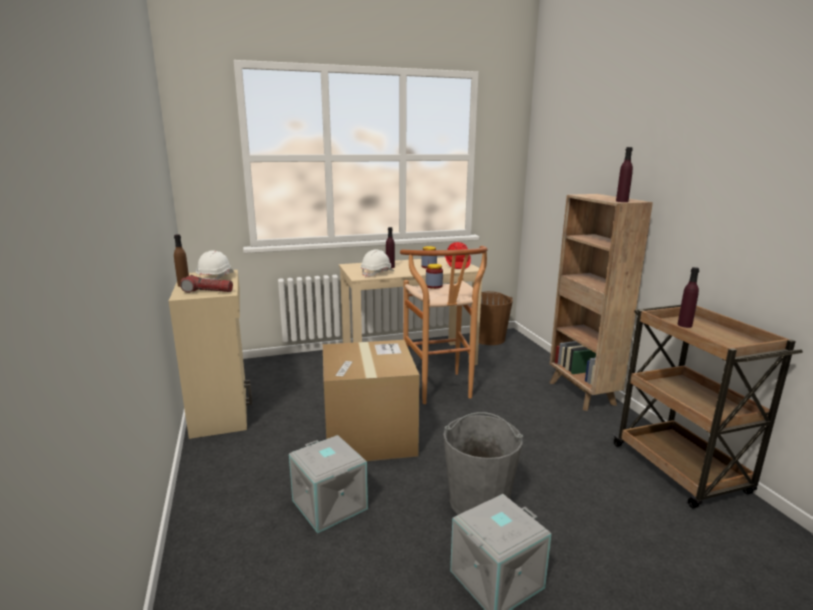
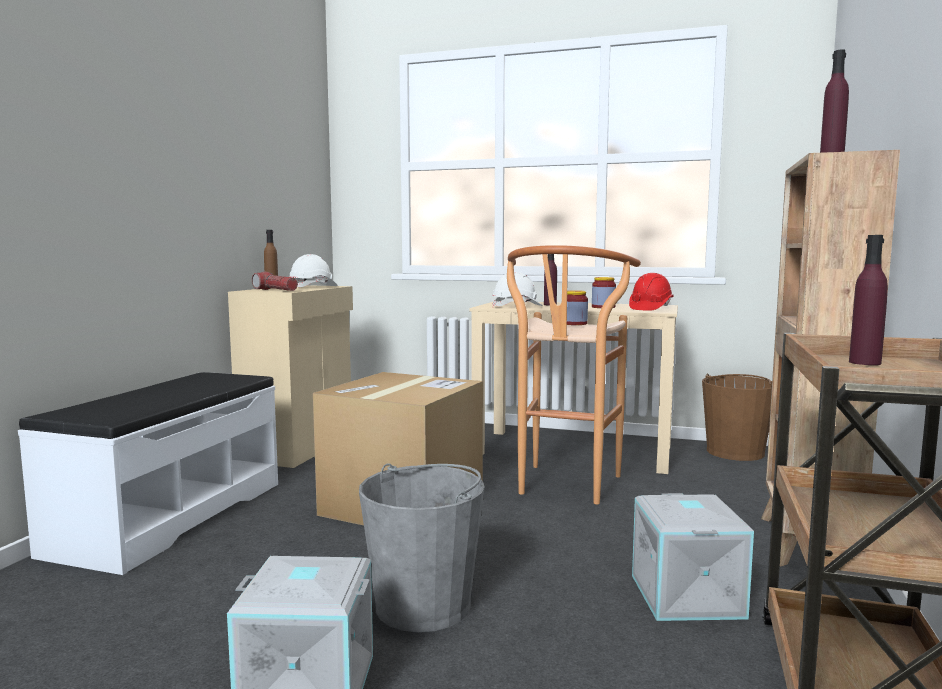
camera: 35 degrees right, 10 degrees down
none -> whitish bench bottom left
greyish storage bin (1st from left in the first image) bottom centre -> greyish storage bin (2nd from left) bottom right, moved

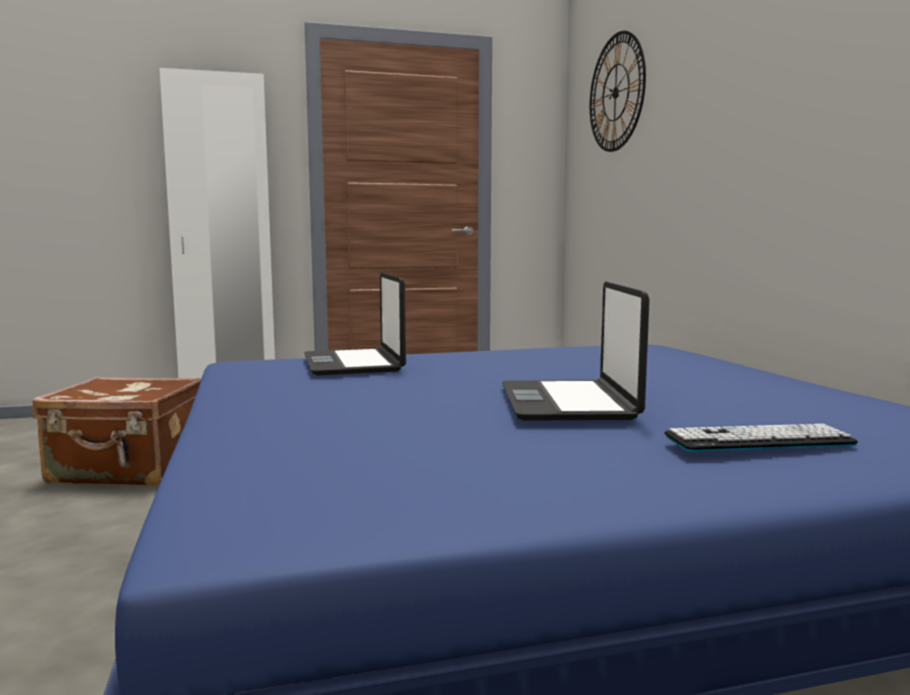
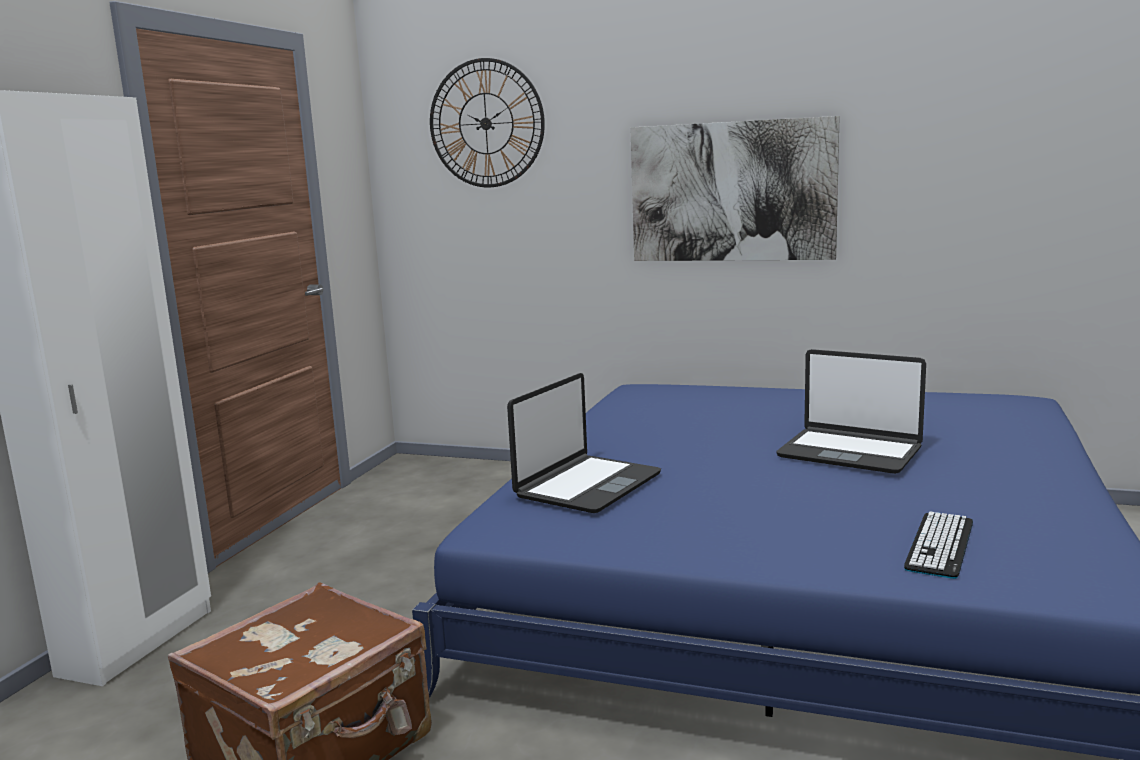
camera: 55 degrees left, 5 degrees up
portable computer (1st from left) centre, 75 degrees counterclockwise
none -> picture top centre
PC keyboard middle right -> PC keyboard bottom right, moved

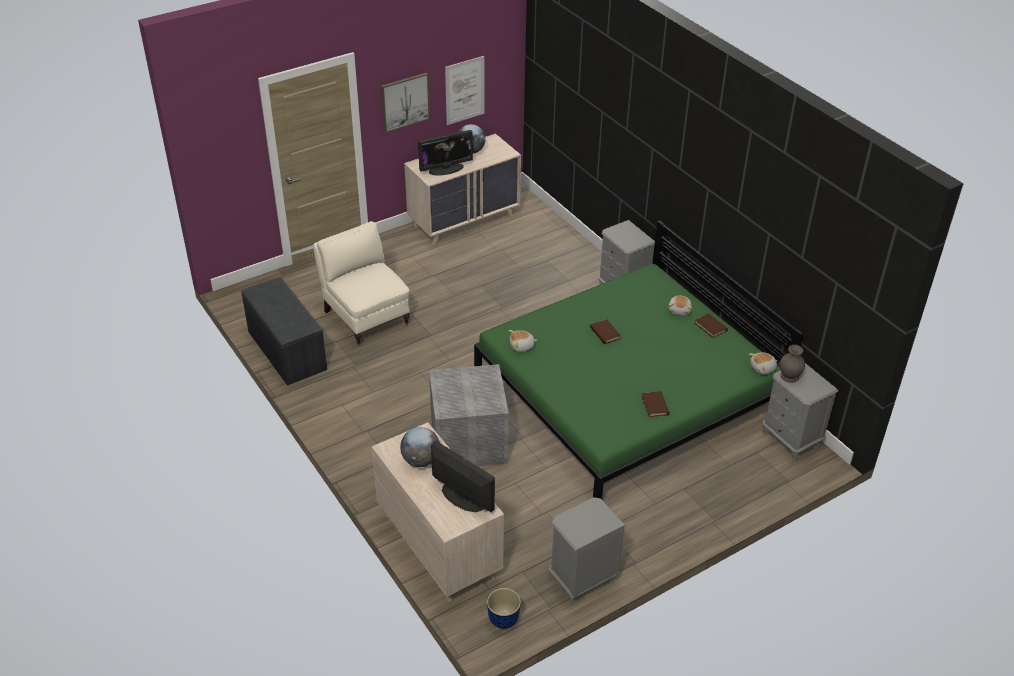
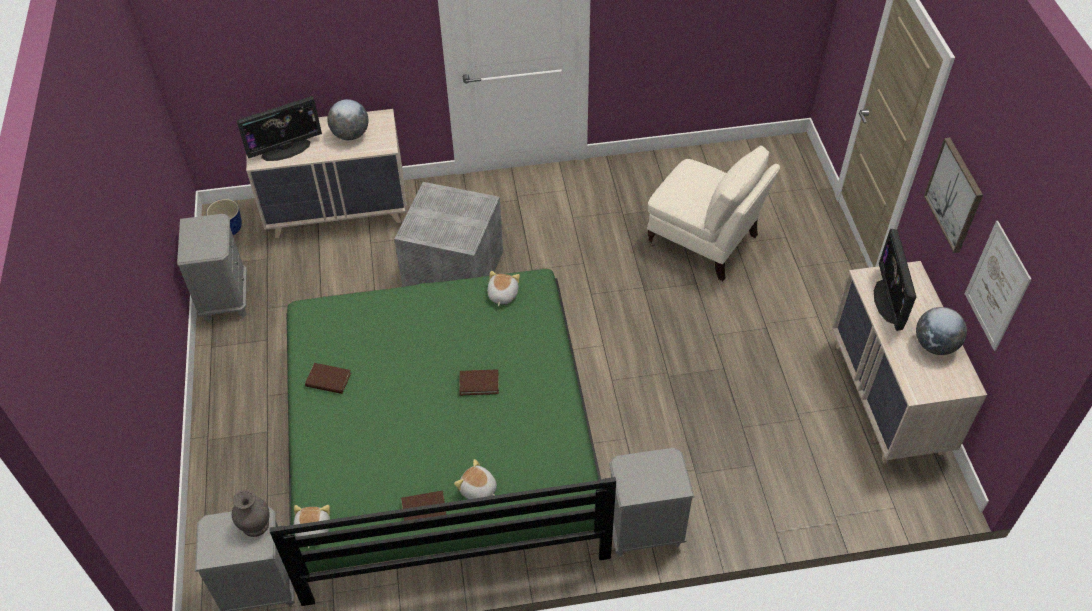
camera: 115 degrees right, 10 degrees up
sand-coloured easy chair centre, 45 degrees clockwise
greyish bench middle left -> none

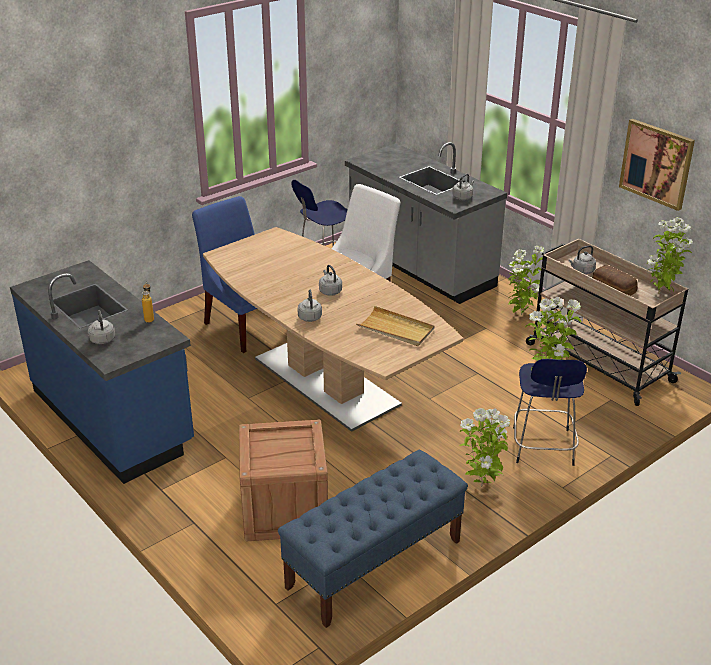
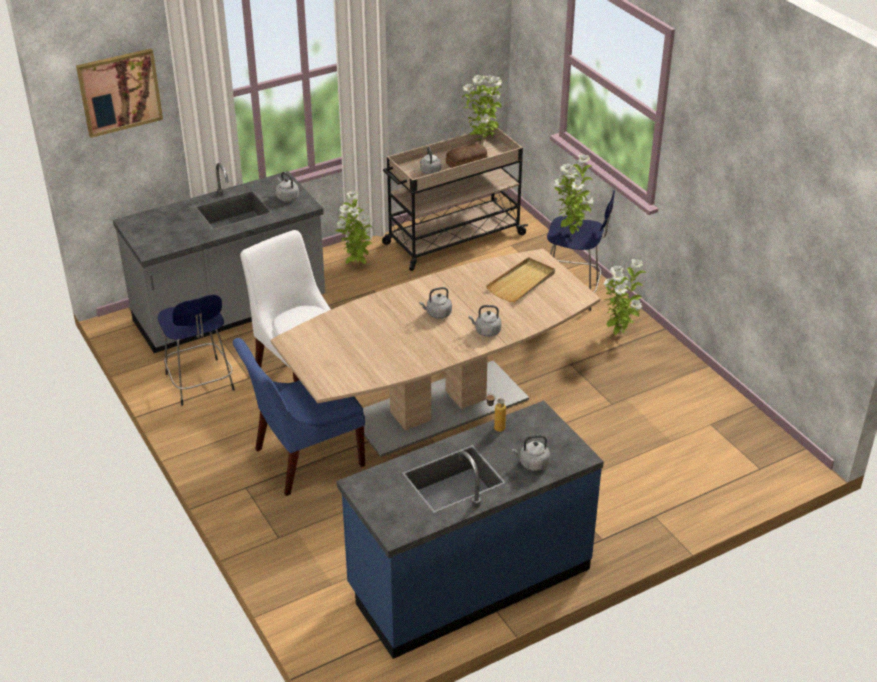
camera: 80 degrees left, 5 degrees up
picture top right -> picture top left, moved
packing crate bottom centre -> none
bluish bench bottom centre -> none

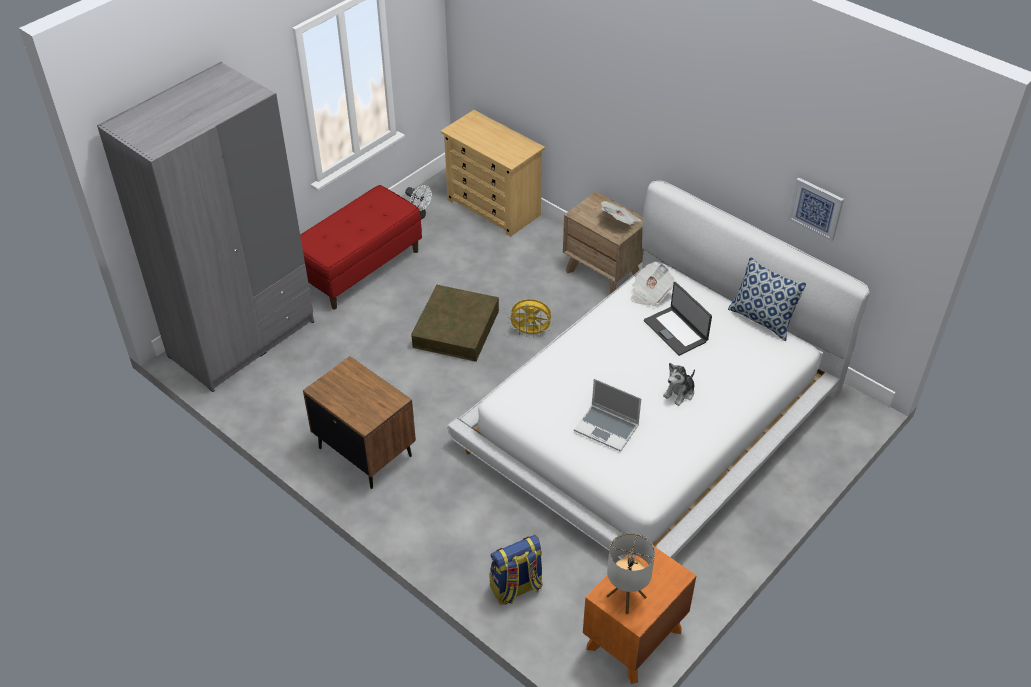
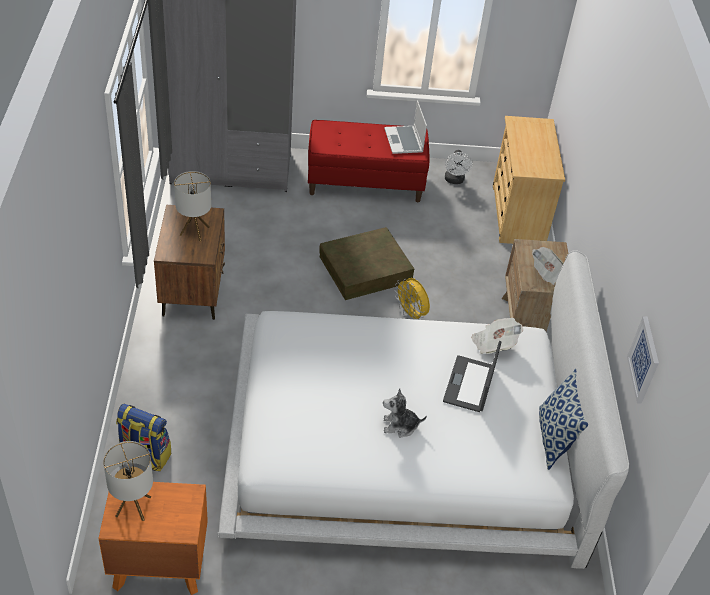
camera: 45 degrees right, 0 degrees up
none -> lamp for a table (2nd from left) middle left
portable computer (1st from left) centre -> portable computer (1st from left) top centre, moved

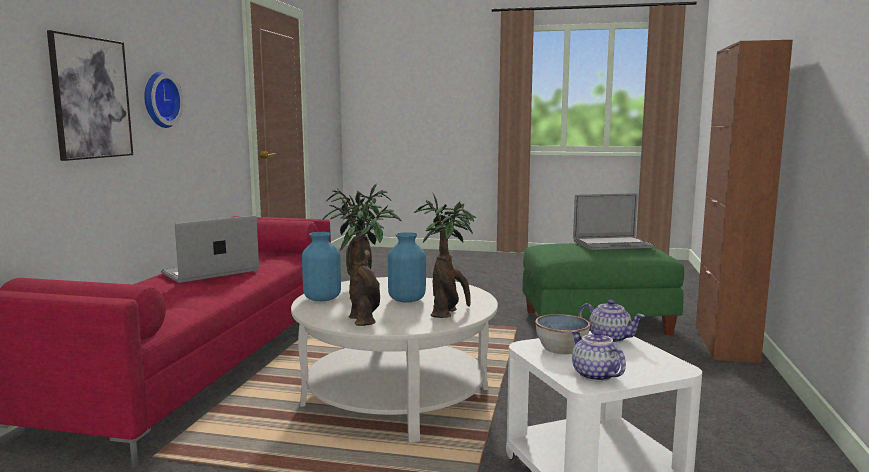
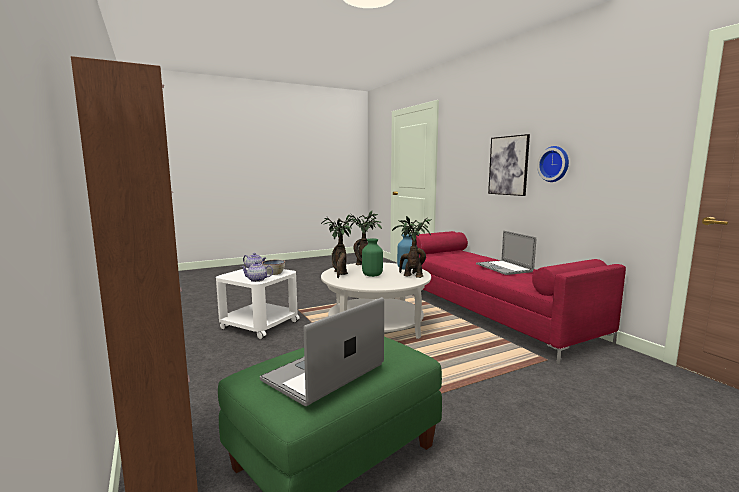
camera: 140 degrees right, 0 degrees up
bluish vase (2nd from left) centre -> green-coloured vase centre
portable computer (1st from left in the first image) middle left -> portable computer (2nd from left) middle right, 150 degrees clockwise

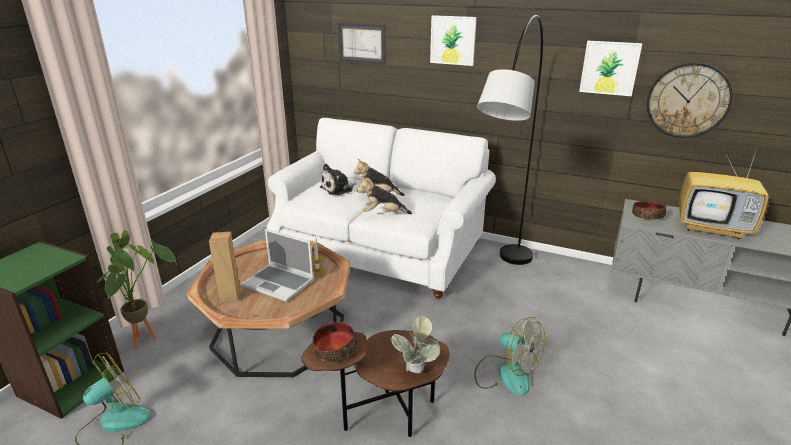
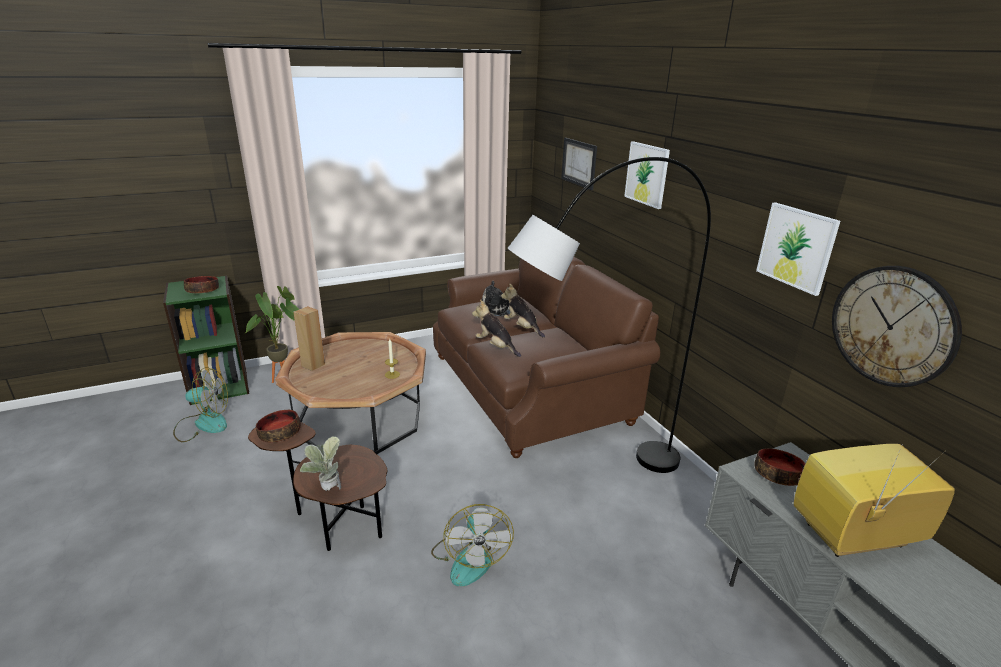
camera: 40 degrees right, 0 degrees up
none -> serving bowl (1st from left) middle left
whitish couch centre -> brown couch centre
TV set middle right -> TV set bottom right, 105 degrees clockwise
portable computer centre -> none

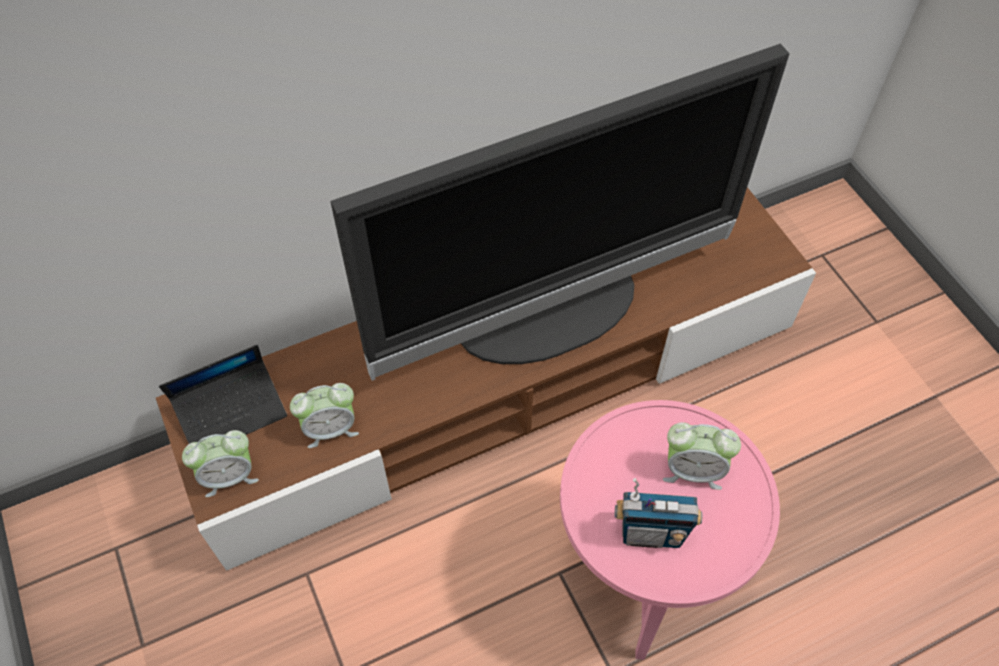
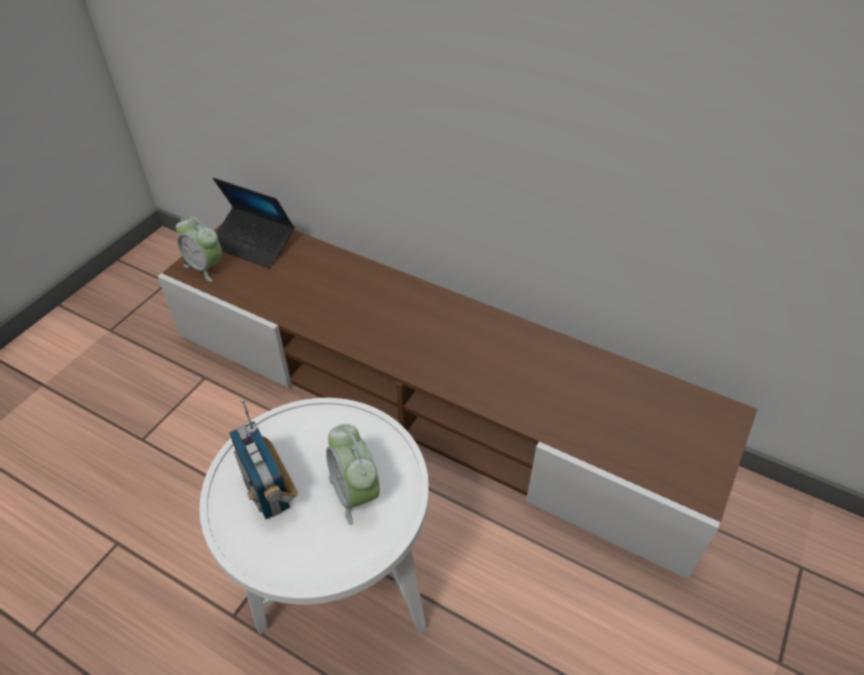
camera: 55 degrees right, 10 degrees down
pink-coloured end table bottom right -> whitish end table bottom centre
alarm clock (2nd from left) middle left -> none
TV set top centre -> none

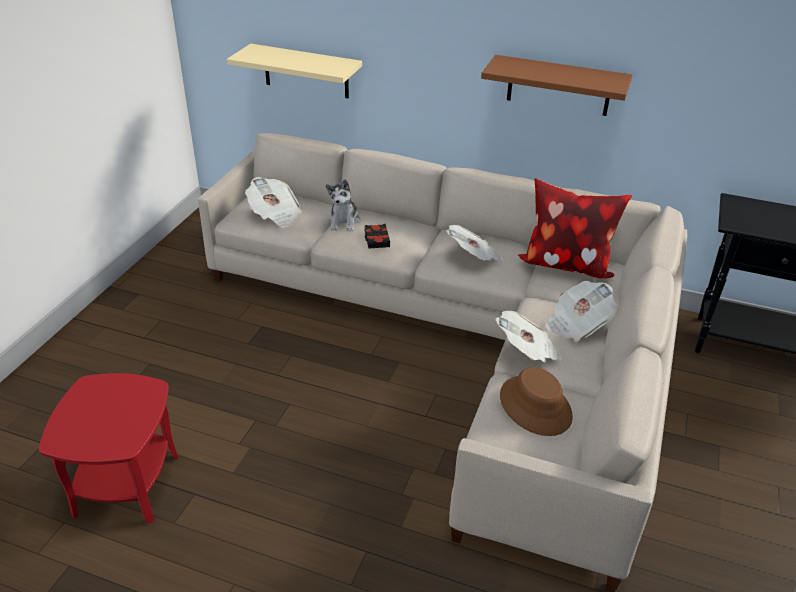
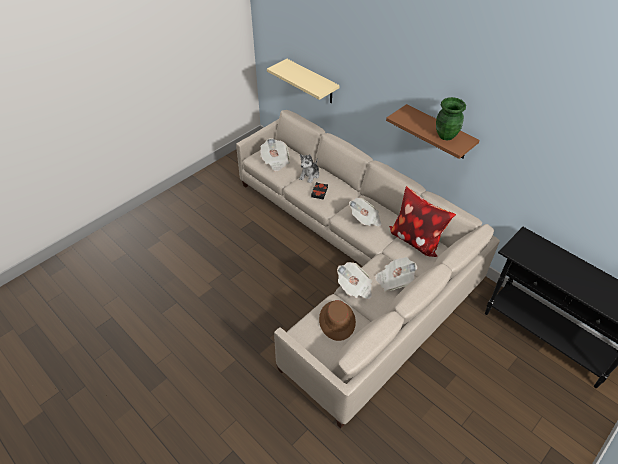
camera: 25 degrees right, 10 degrees up
none -> green-coloured vase top right
red end table bottom left -> none

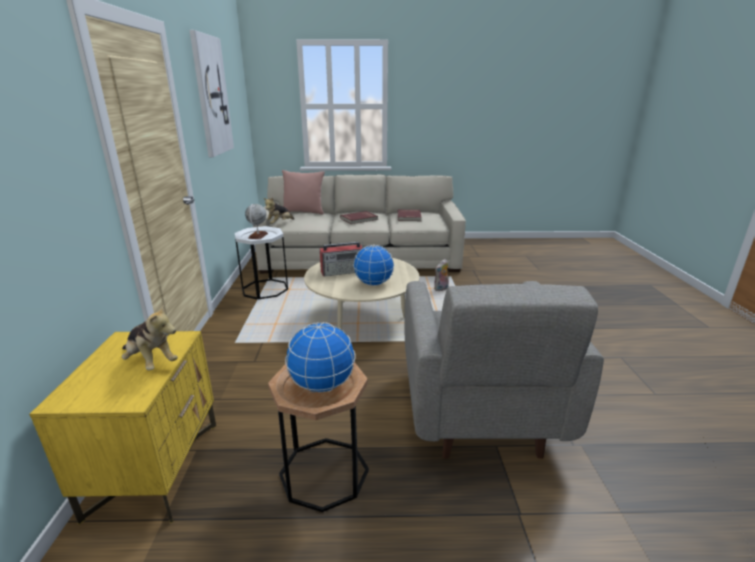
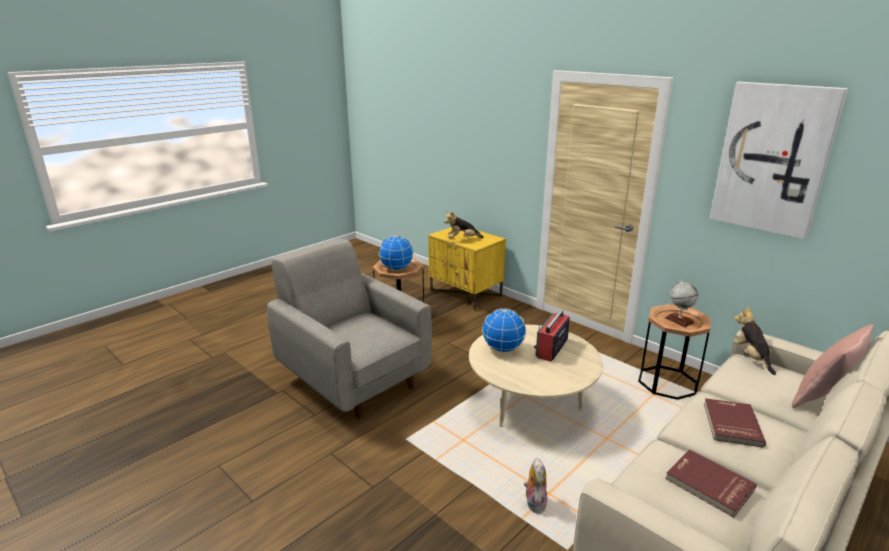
camera: 135 degrees right, 0 degrees up
whitish end table centre -> brown end table (2nd from left) middle right

